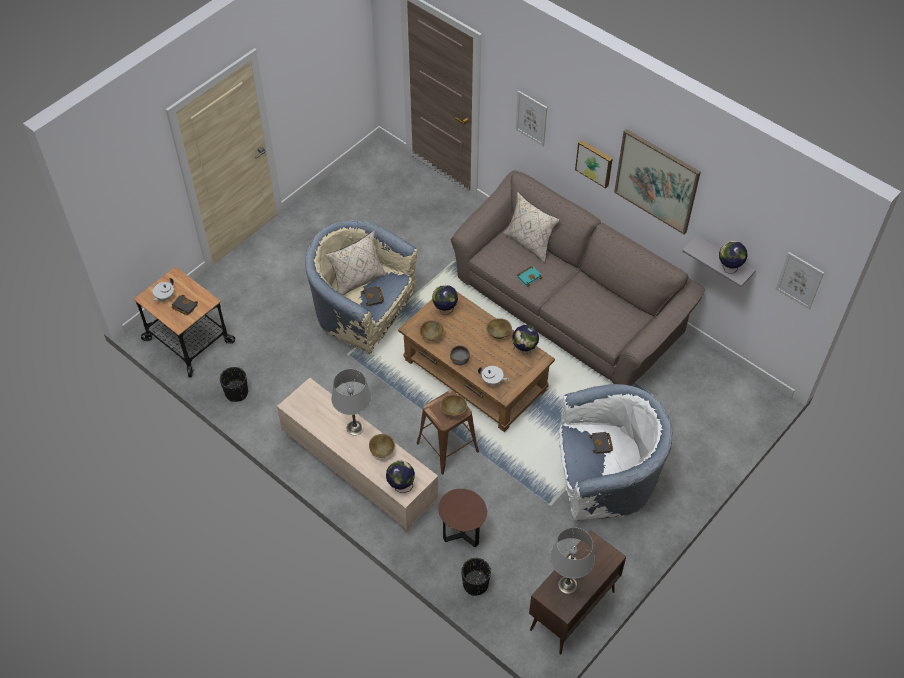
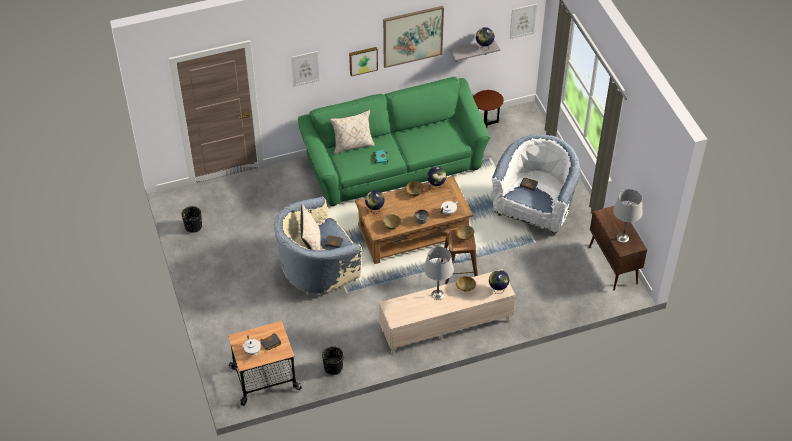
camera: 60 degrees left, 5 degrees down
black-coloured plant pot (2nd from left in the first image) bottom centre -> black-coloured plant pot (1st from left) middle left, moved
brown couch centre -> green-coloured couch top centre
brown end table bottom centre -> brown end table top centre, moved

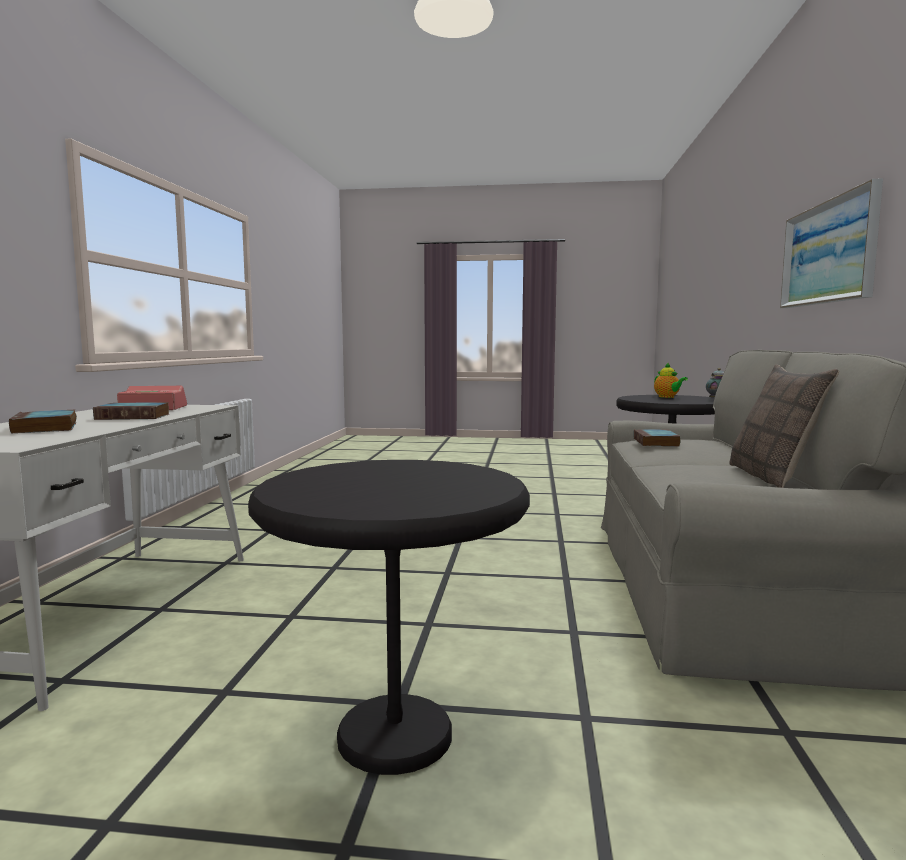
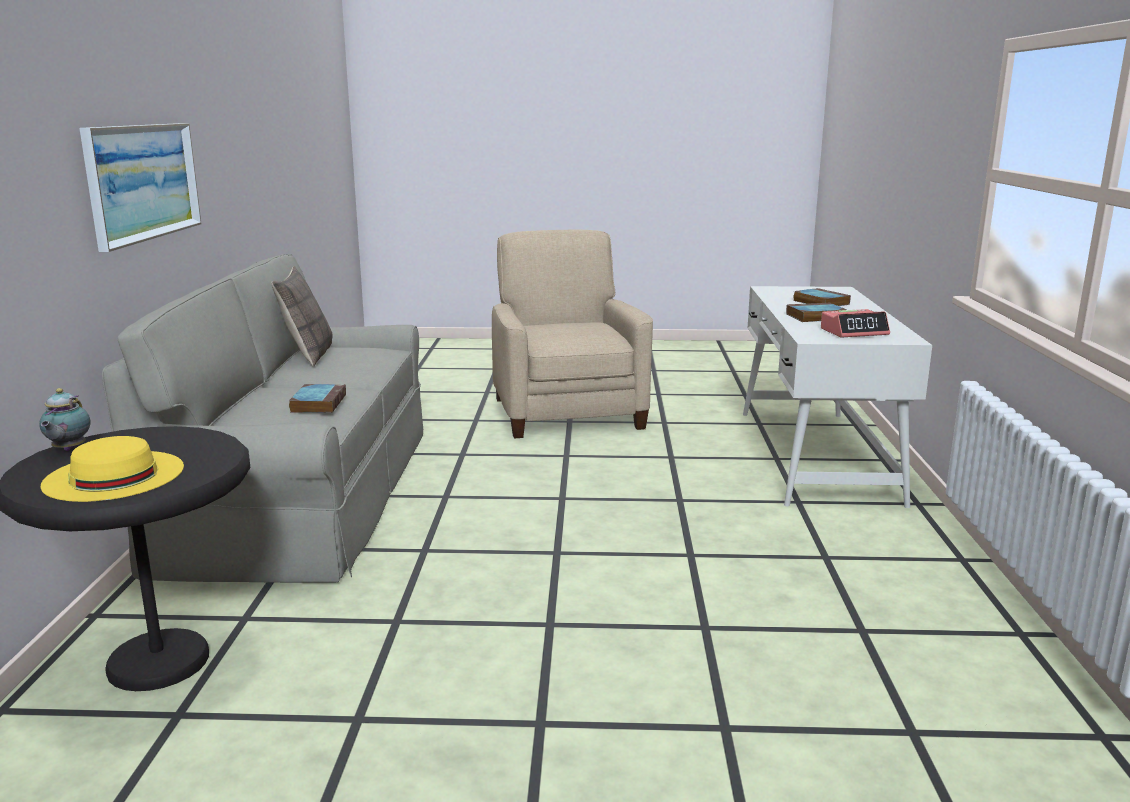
camera: 175 degrees right, 10 degrees up
pot for tea (1st from left) middle right -> yellowish wearable hat middle left
black-coloured end table (1st from left) bottom centre -> sand-coloured easy chair centre

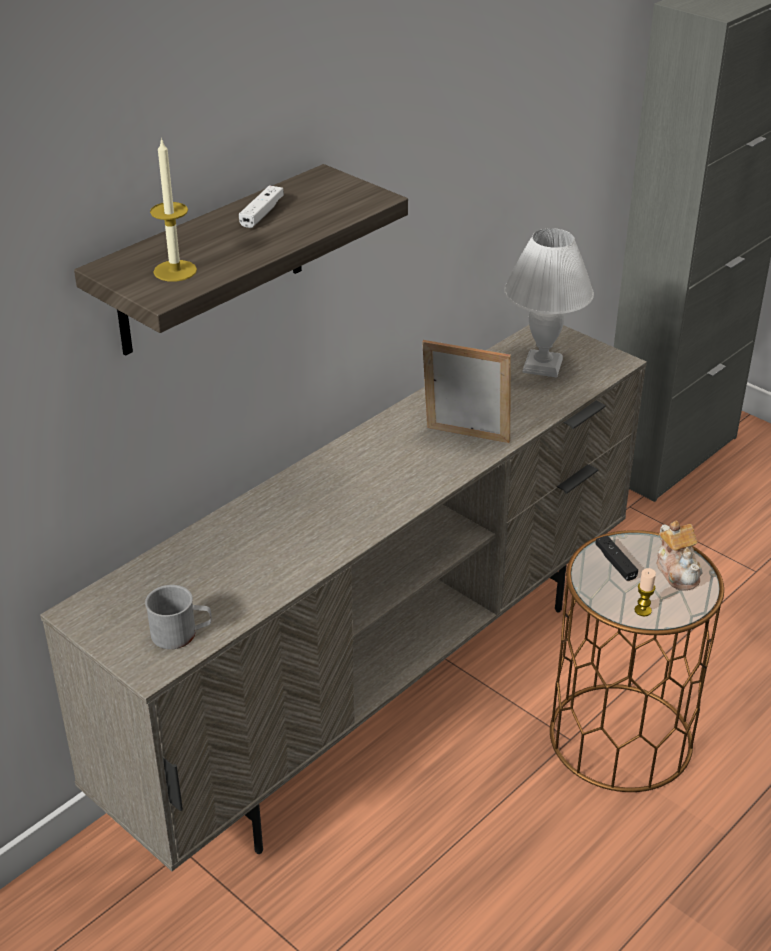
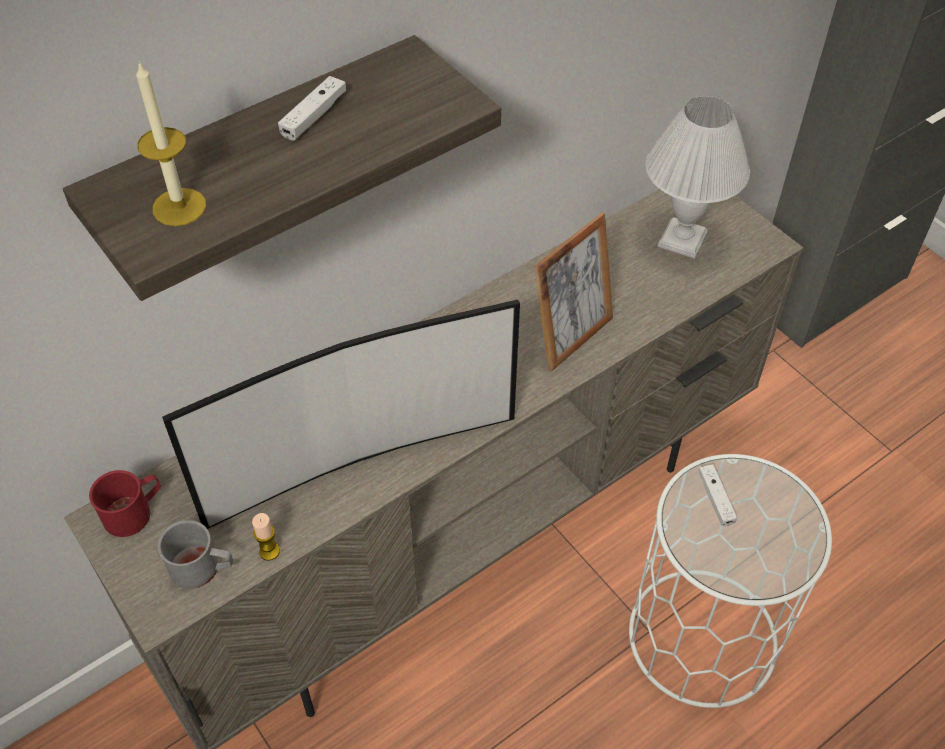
camera: 10 degrees right, 15 degrees up
none -> red coffee mug bottom left
none -> TV set centre
wax light (2nd from left) middle right -> wax light (2nd from left) bottom left, moved
standing frame centre, 105 degrees clockwise
brown end table bottom right -> whitish end table bottom right
black-coloured game controller middle right -> whitish game controller (2nd from left) middle right
pot for tea middle right -> none

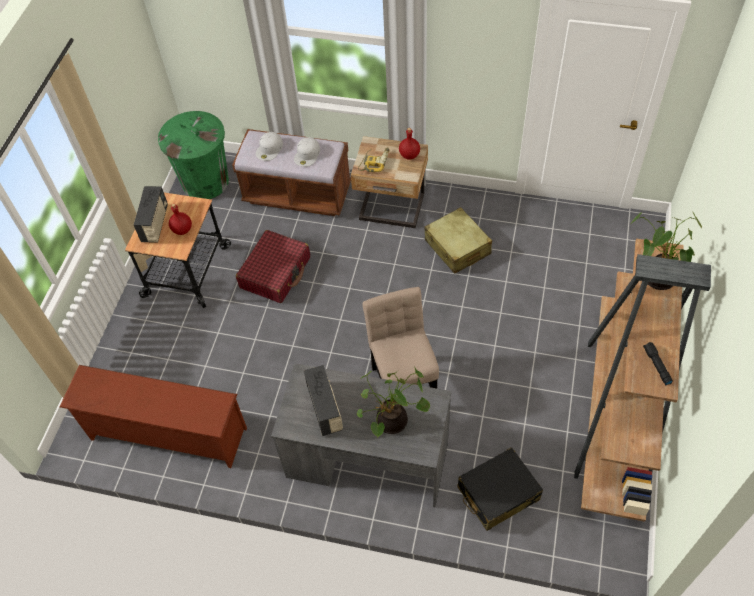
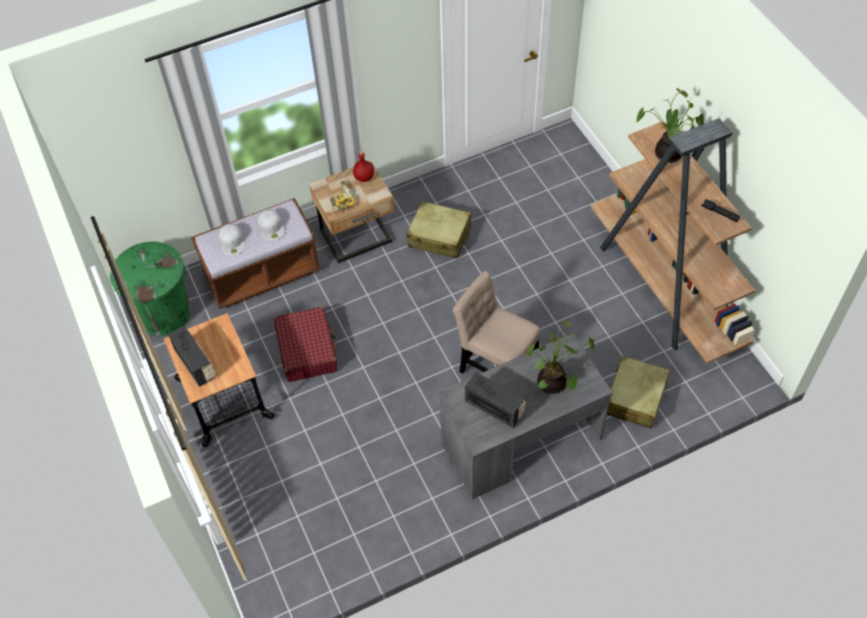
camera: 40 degrees left, 0 degrees up
black-coloured piece of luggage bottom centre -> sand-coloured piece of luggage (2nd from left) middle right
brown shoe shelf bottom left -> none
red drink bottle (1st from left) middle left -> none

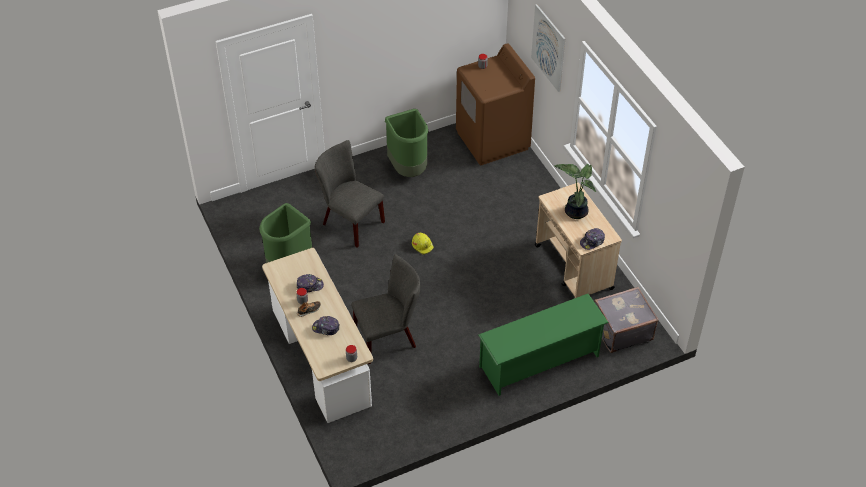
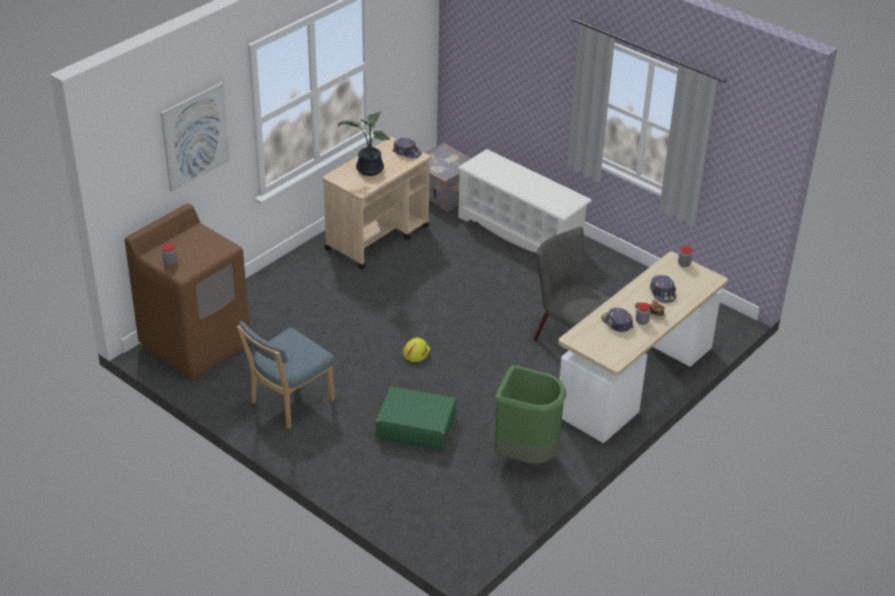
camera: 115 degrees left, 10 degrees down
green-coloured waste bin (2nd from left) top centre -> bluish upright chair middle left
greyish upright chair (1st from left) centre -> green-coloured piece of luggage bottom centre
green-coloured shoe shelf bottom centre -> whitish shoe shelf centre

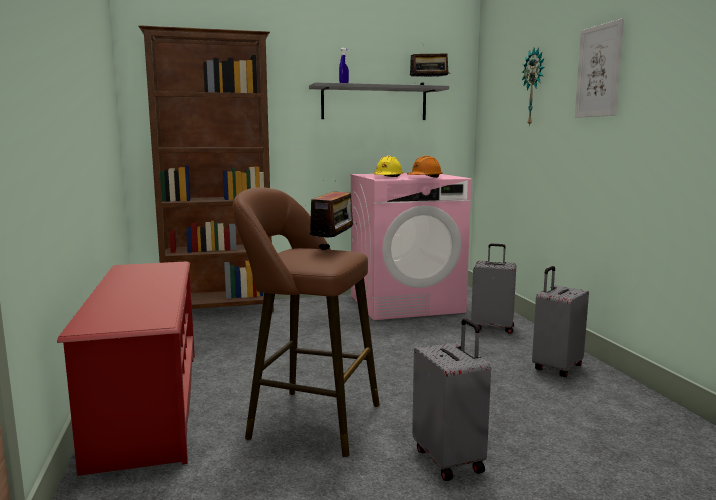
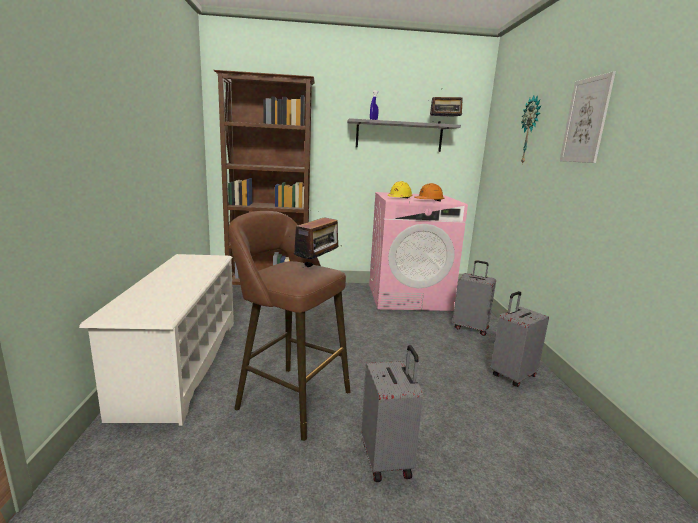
camera: 10 degrees right, 5 degrees up
red shoe shelf bottom left -> whitish shoe shelf middle left

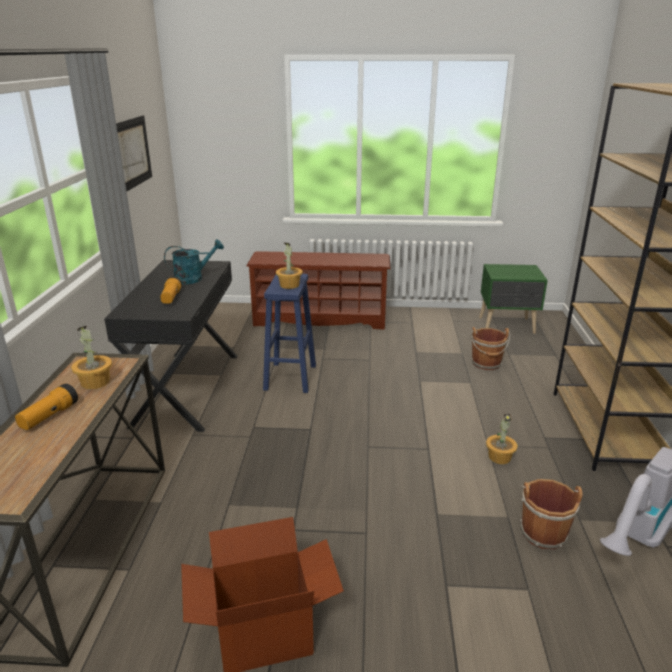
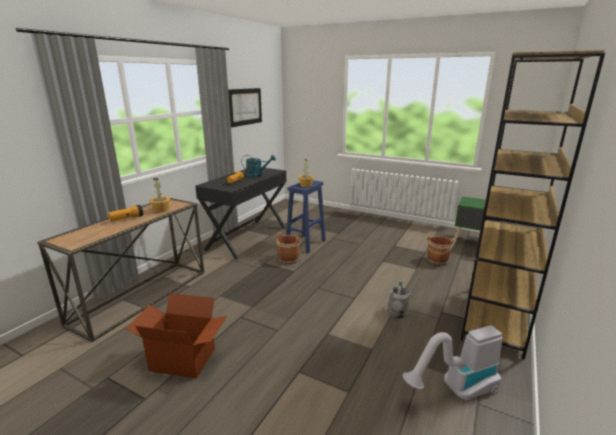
camera: 25 degrees right, 5 degrees down
brown bucket (2nd from left in the first image) bottom right -> brown bucket (1st from left) centre, moved
plant in a pot (3rd from left) middle right -> greyish sprinkling can bottom centre
brown shoe shelf centre -> none

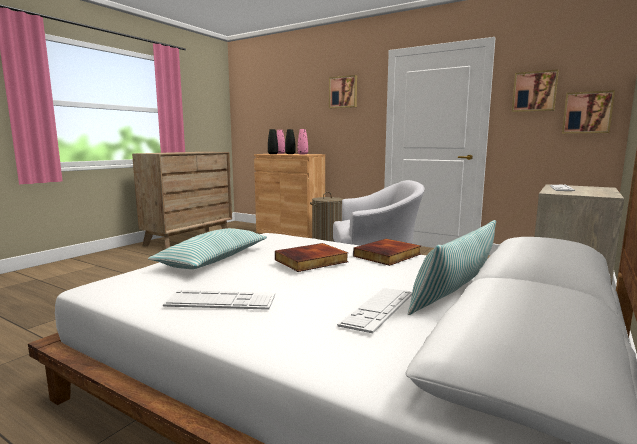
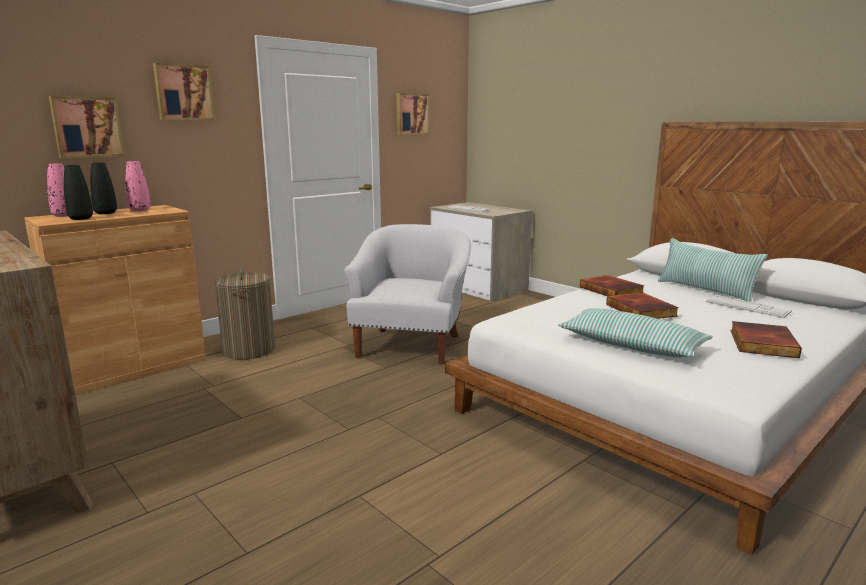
camera: 75 degrees left, 5 degrees up
picture (3rd from left in the first image) top right -> picture (1st from left) top left, moved
PC keyboard (1st from left) bottom centre -> book (3rd from left) middle right

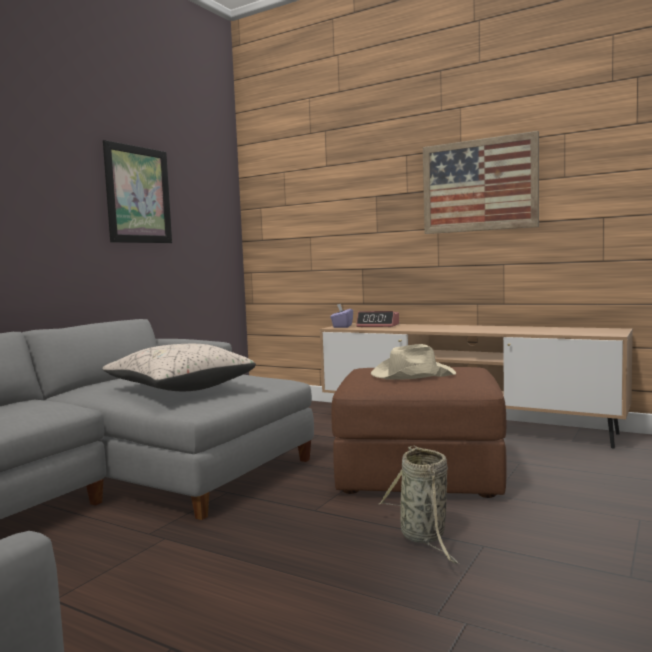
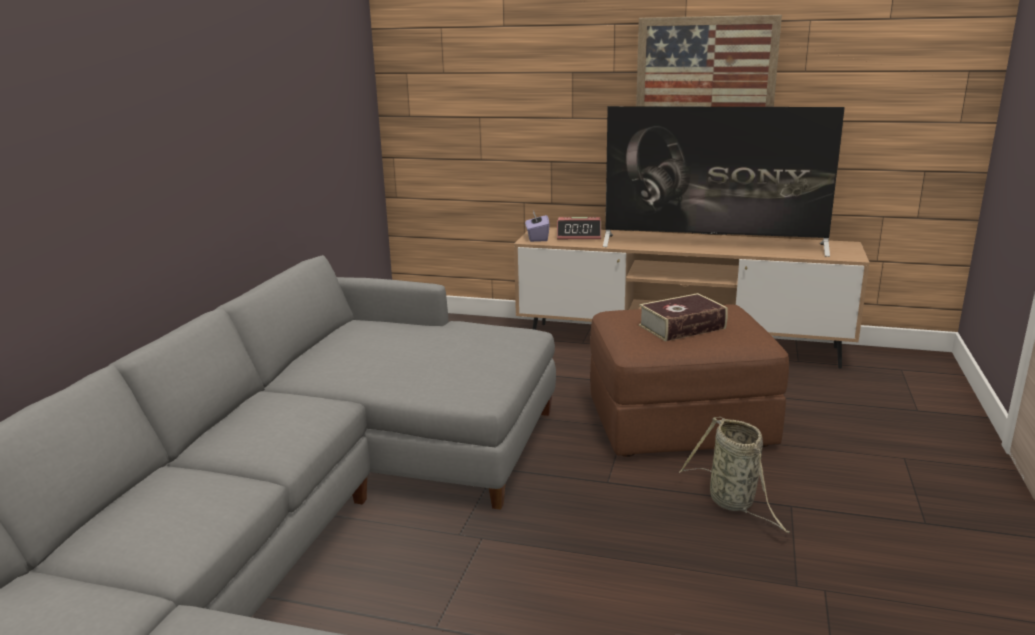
camera: 15 degrees left, 15 degrees up
none -> TV set top right
sand-coloured wearable hat centre -> book centre
sand-coloured pillow middle left -> none
picture (1st from left) top left -> none

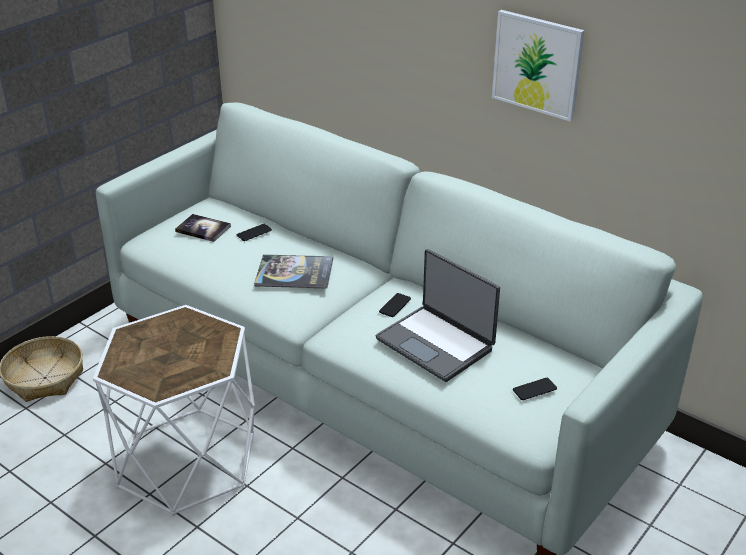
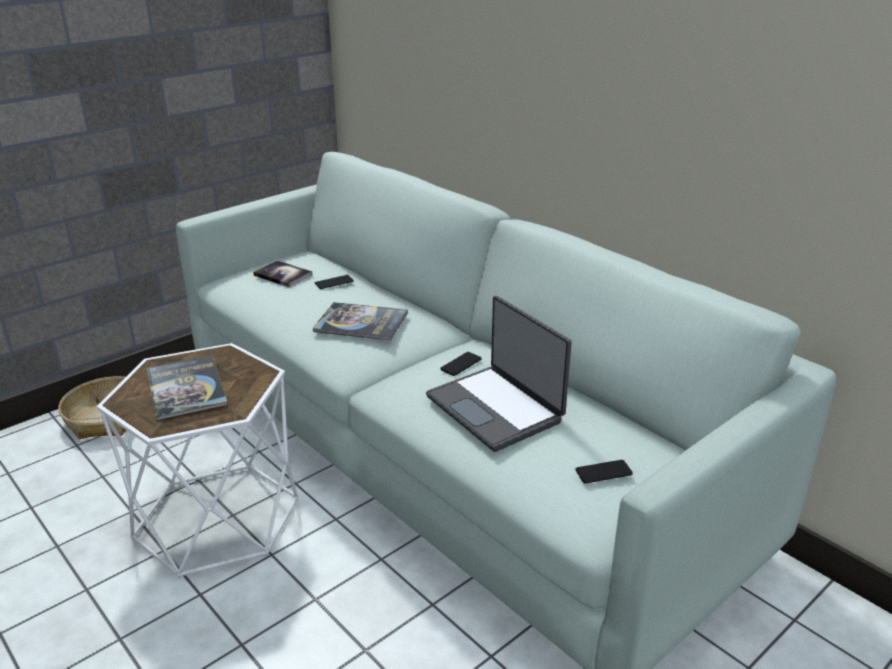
camera: 10 degrees right, 5 degrees down
none -> book (1st from left) middle left
picture top right -> none

